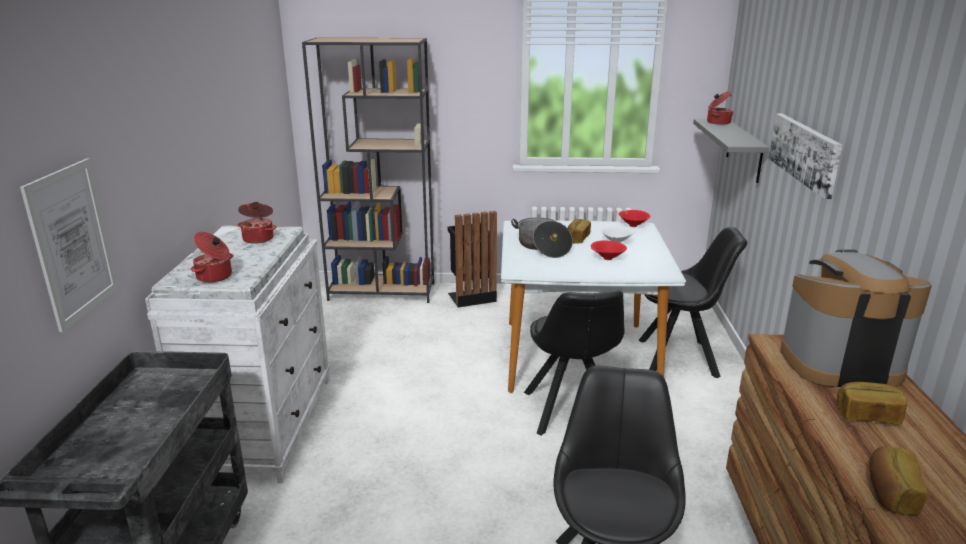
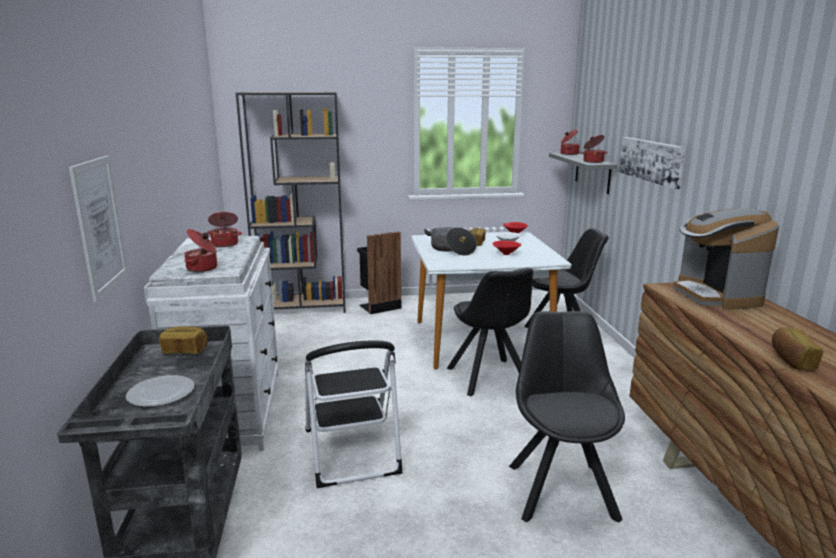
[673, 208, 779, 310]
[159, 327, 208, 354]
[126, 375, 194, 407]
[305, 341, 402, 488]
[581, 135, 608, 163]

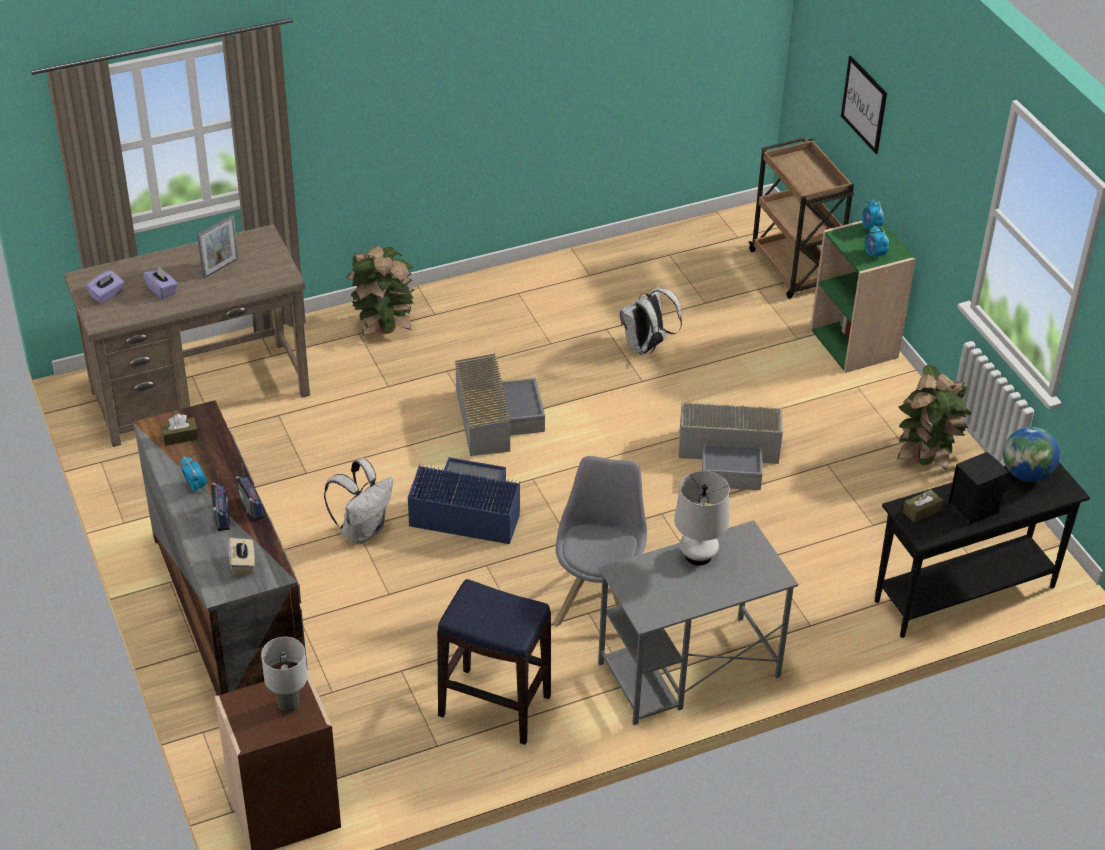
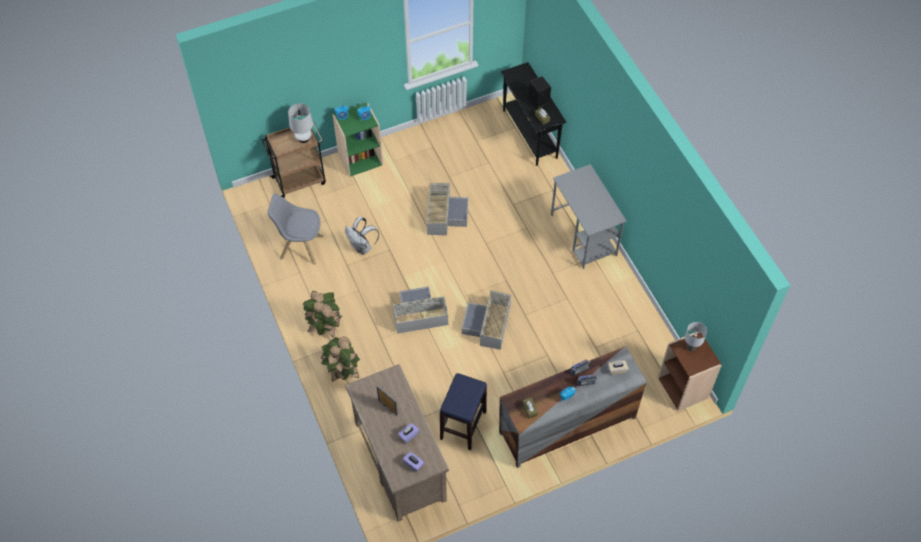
[324, 458, 393, 544] (first image)
[462, 290, 511, 350]
[440, 373, 487, 450]
[267, 194, 323, 265]
[288, 103, 313, 143]
[841, 56, 887, 154] (first image)
[303, 291, 342, 338]
[1003, 427, 1060, 482] (first image)

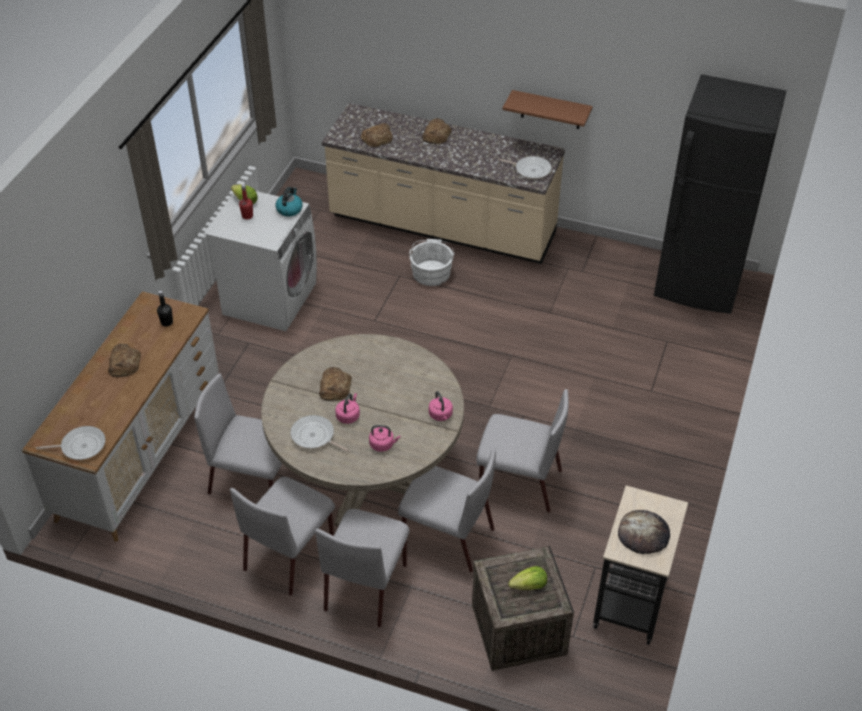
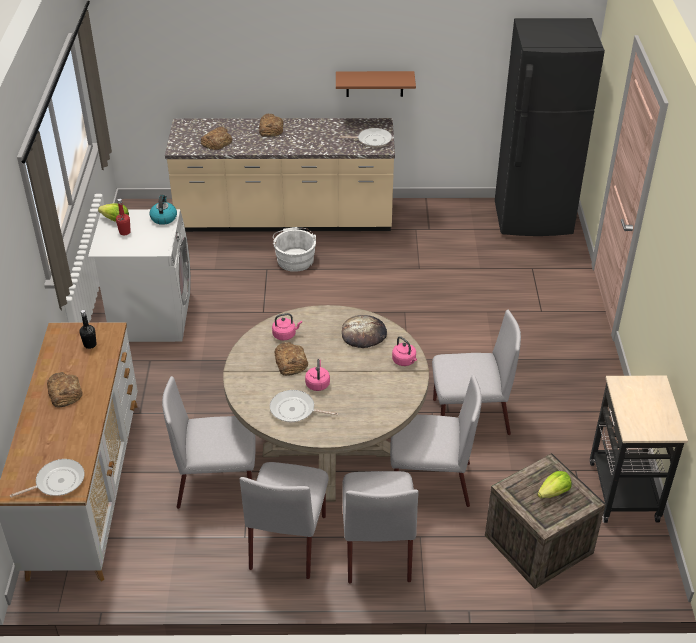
[272, 313, 302, 340]
[342, 315, 387, 348]

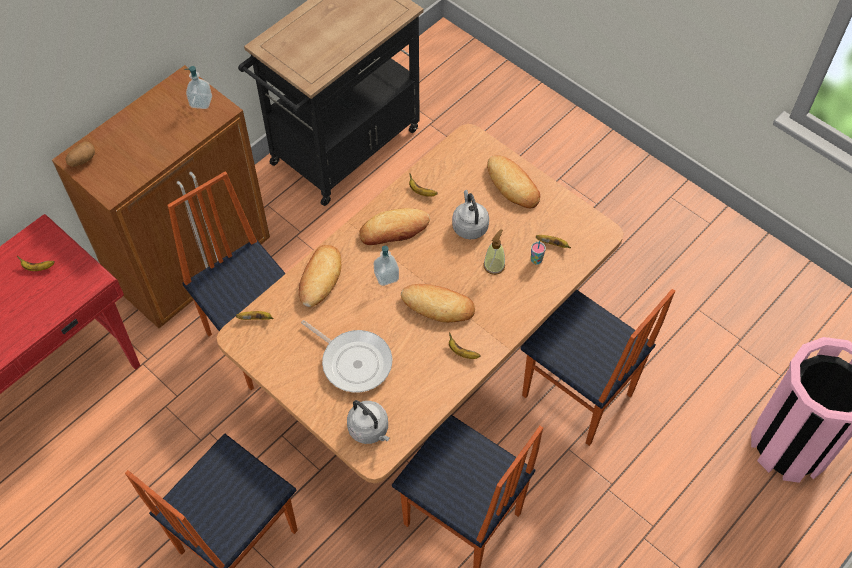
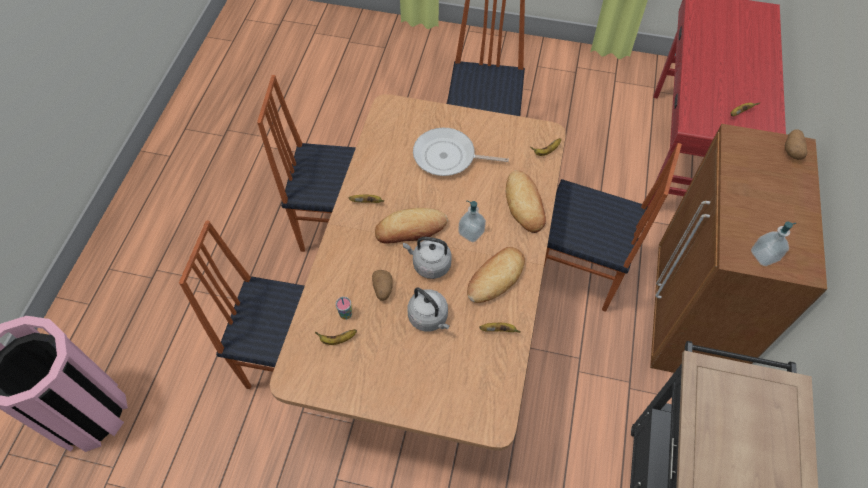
[403, 237, 452, 279]
[372, 270, 393, 301]
[487, 155, 540, 208] (first image)

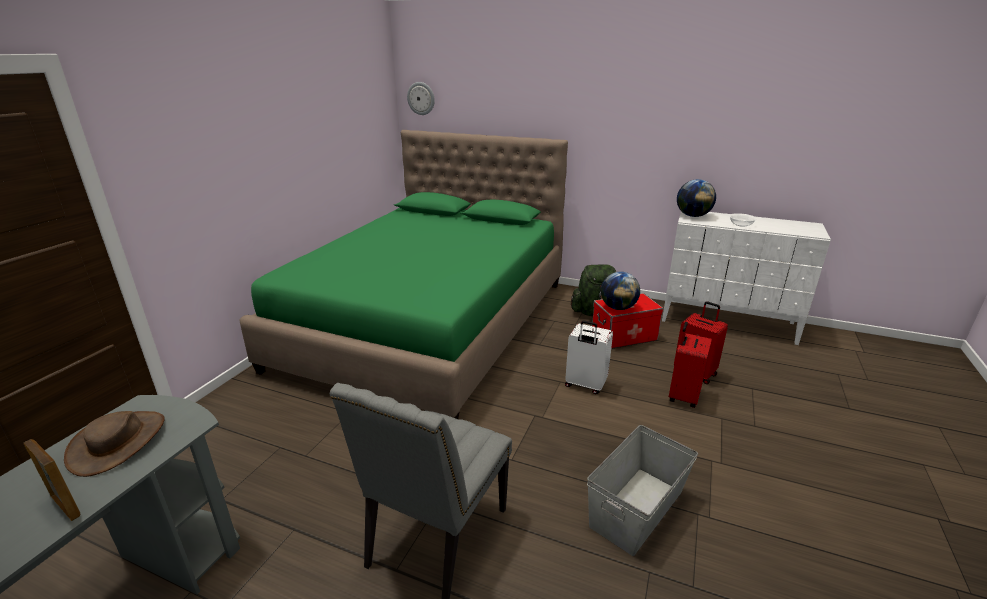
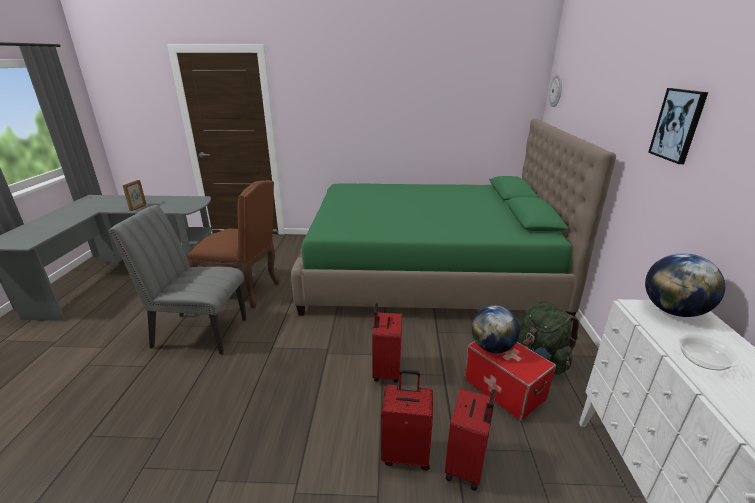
[64, 411, 165, 477] (first image)
[372, 303, 402, 383]
[587, 425, 698, 556] (first image)
[187, 180, 279, 308]
[648, 88, 708, 164]

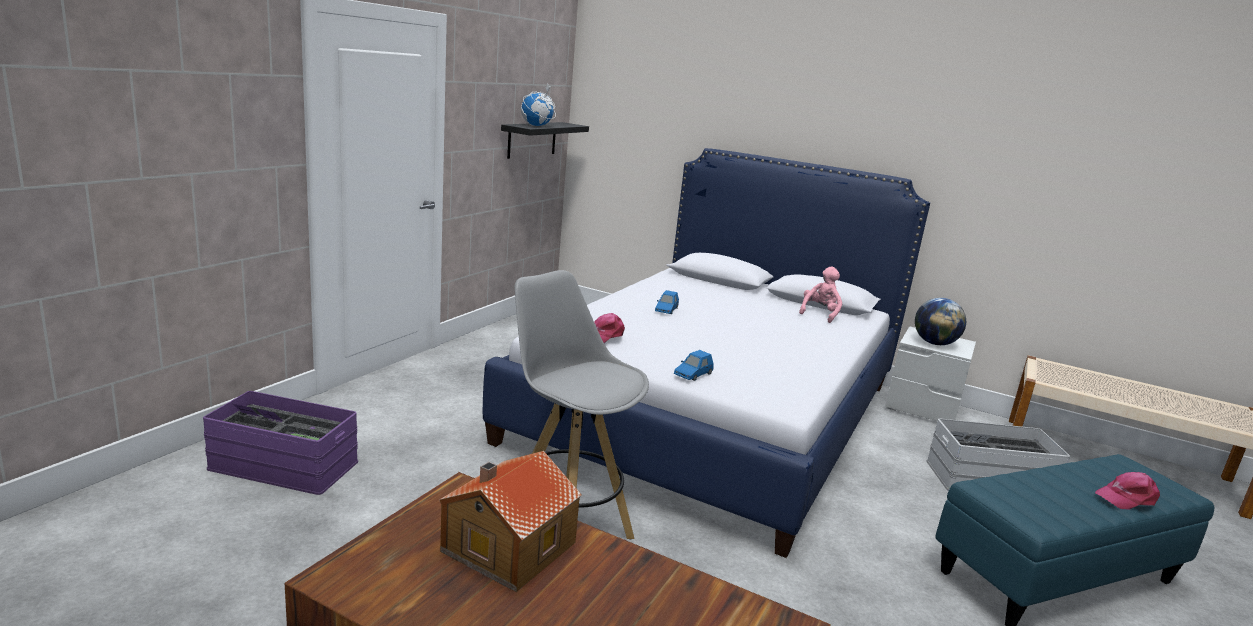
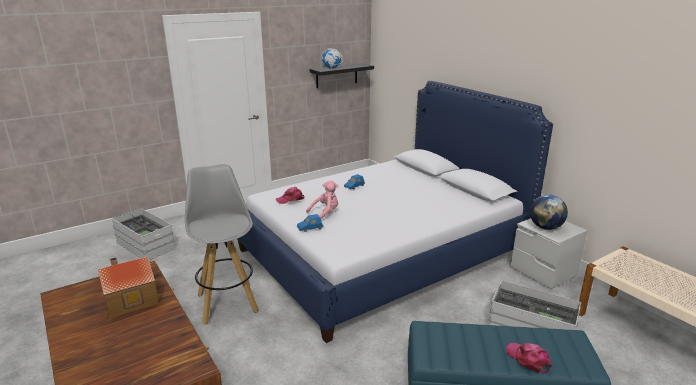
[112, 208, 176, 260]
[306, 180, 338, 219]
[506, 343, 553, 373]

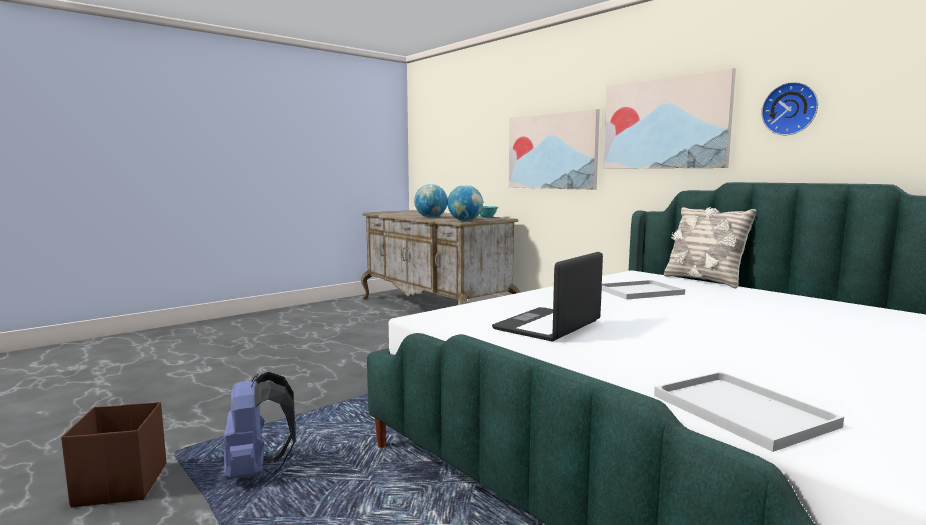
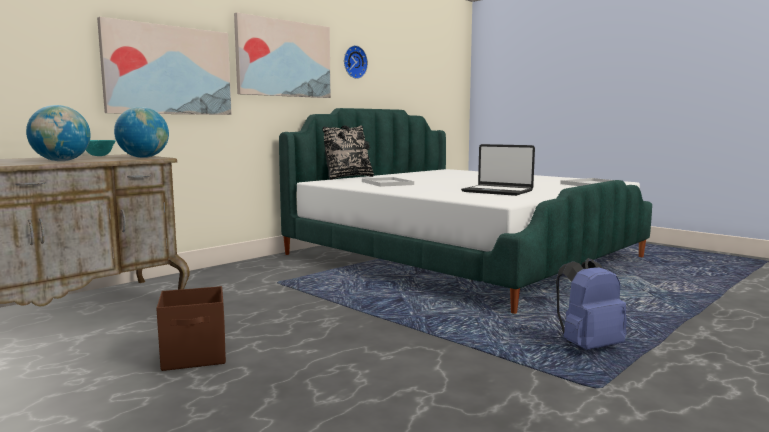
[156, 286, 226, 371]
[323, 125, 374, 180]

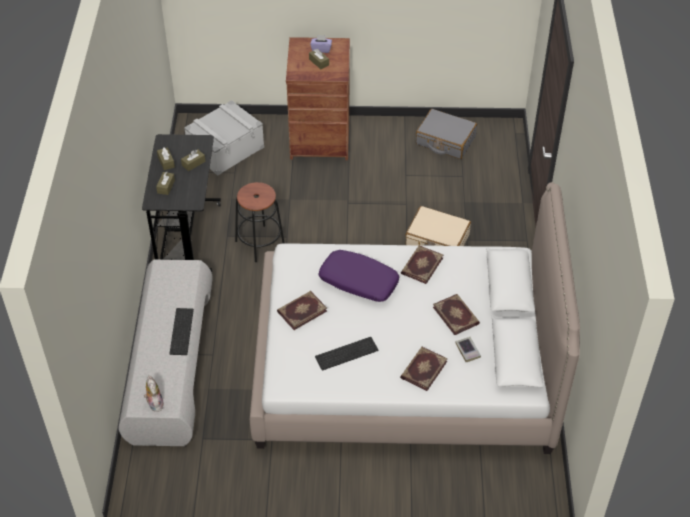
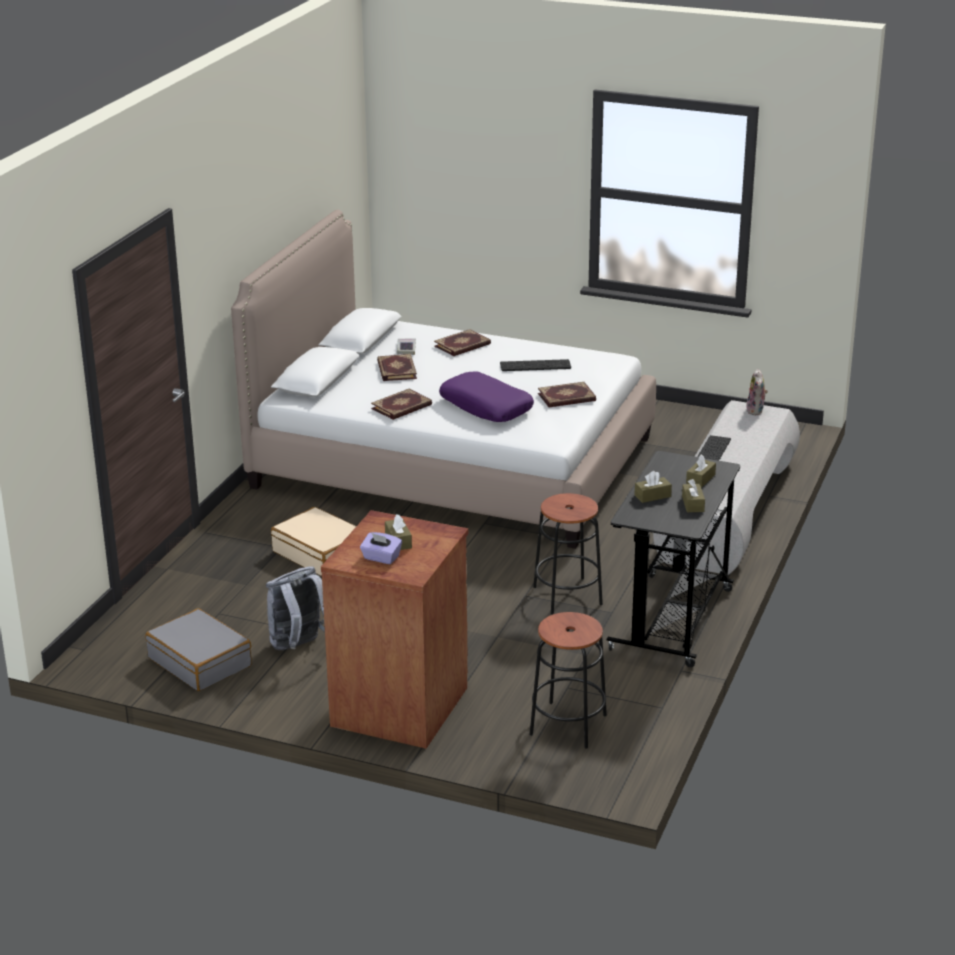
[530, 612, 607, 749]
[266, 566, 325, 650]

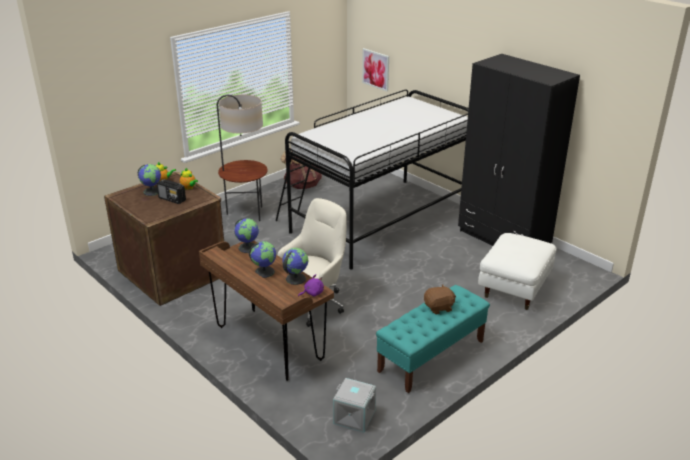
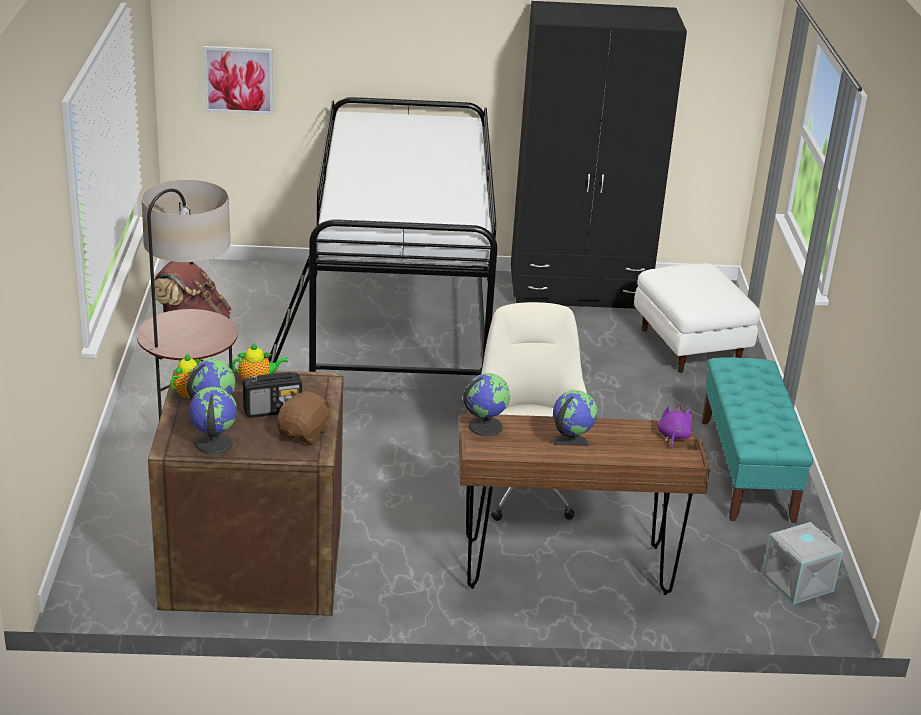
[189, 387, 237, 454]
[277, 391, 332, 444]

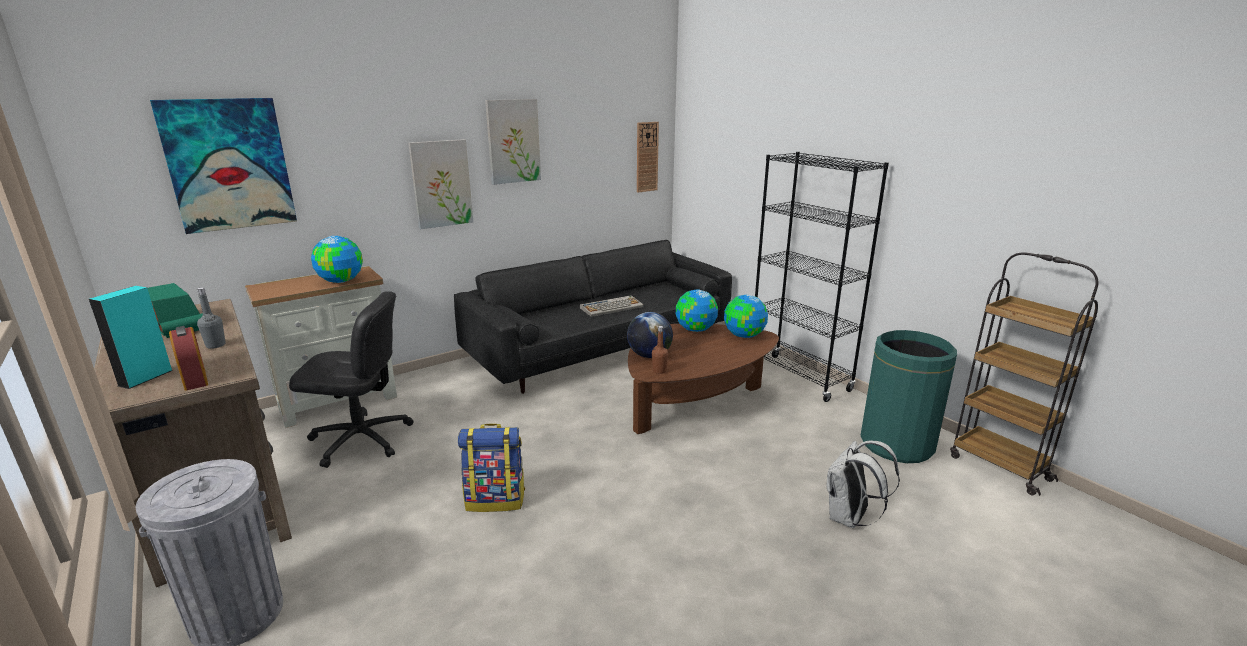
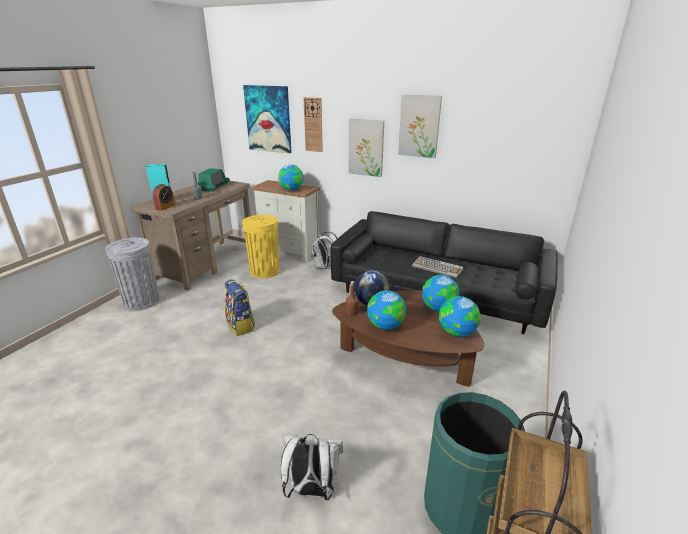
[242, 215, 280, 278]
[303, 97, 323, 152]
[755, 152, 889, 402] (first image)
[312, 231, 338, 269]
[367, 290, 407, 330]

